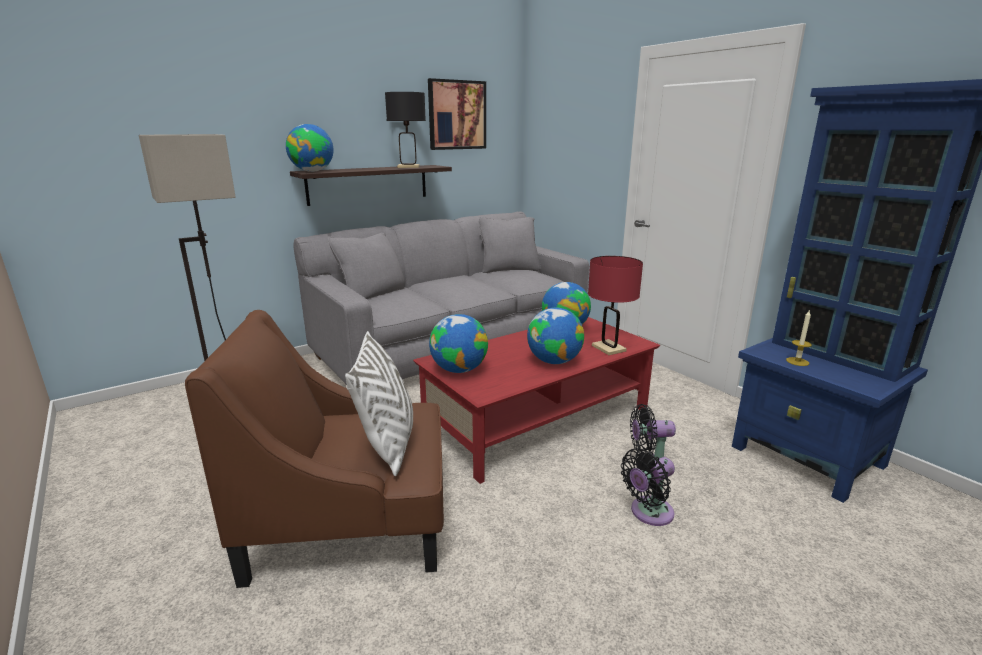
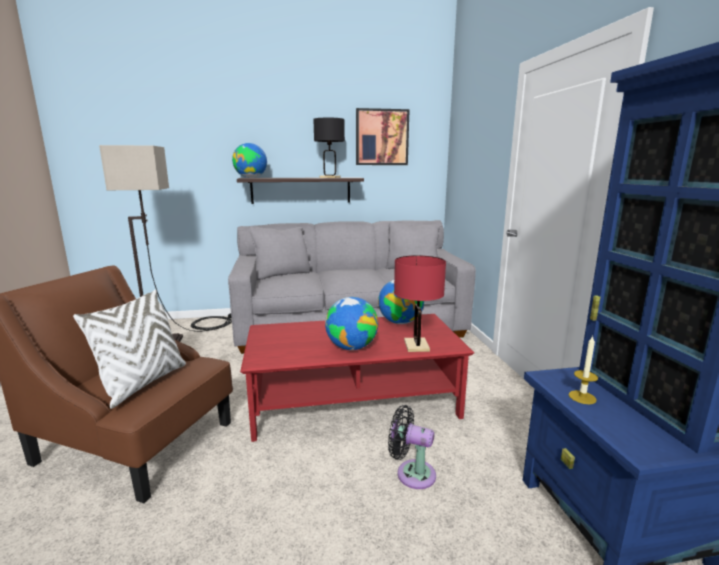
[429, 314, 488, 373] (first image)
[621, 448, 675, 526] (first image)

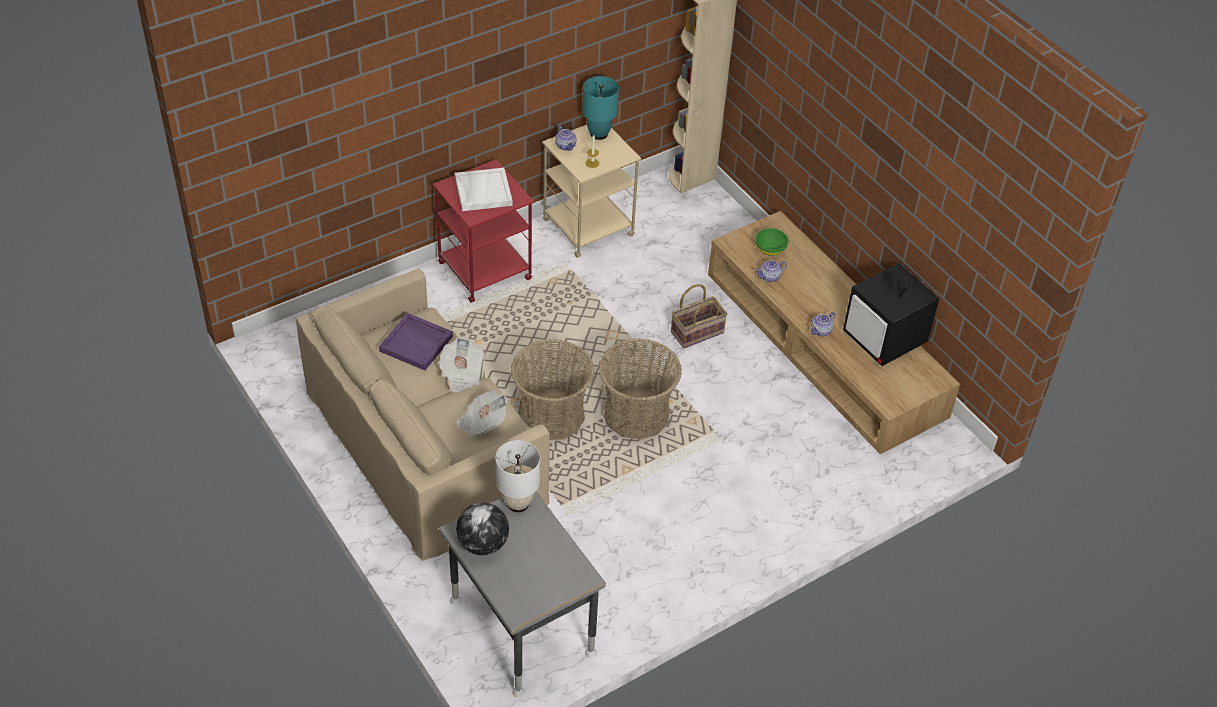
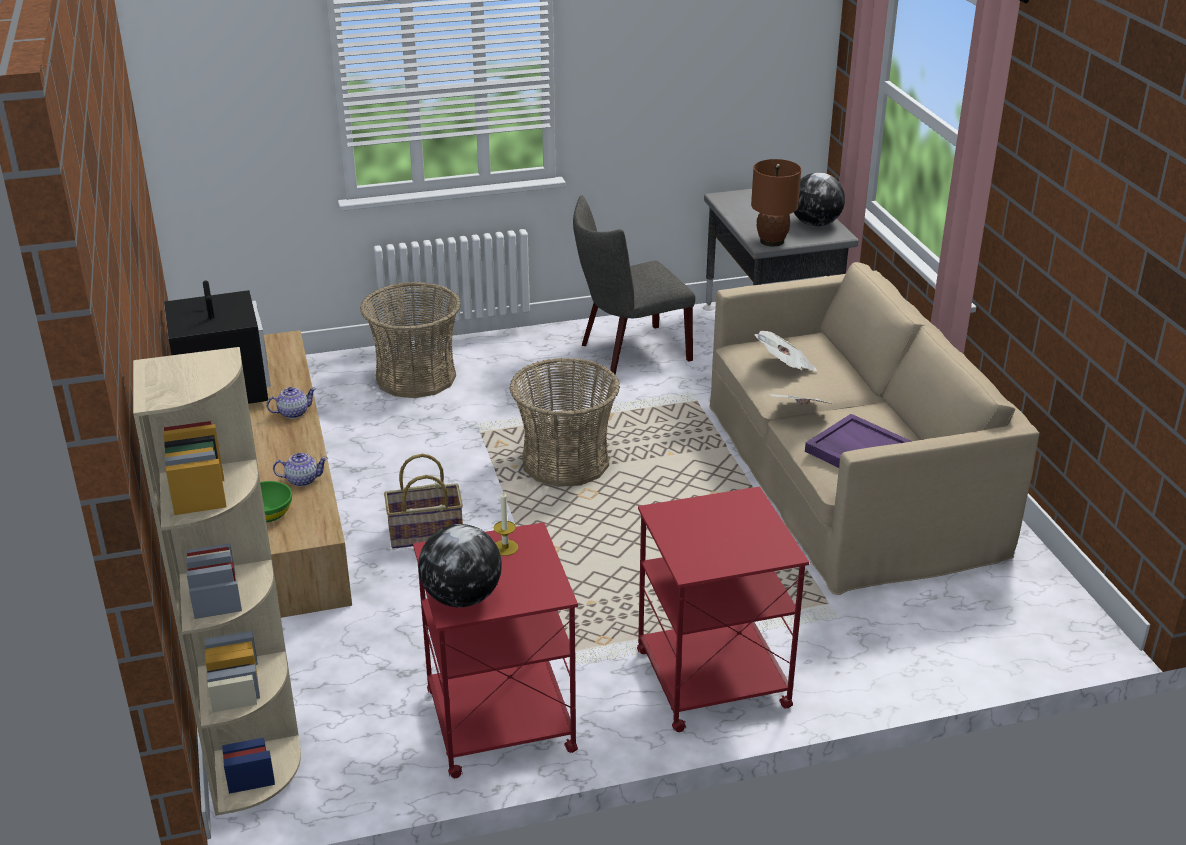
[455, 168, 513, 211] (first image)
[751, 159, 801, 246]
[360, 282, 461, 398]
[413, 522, 578, 778]
[555, 125, 577, 151] (first image)
[418, 524, 502, 607]
[573, 195, 696, 375]

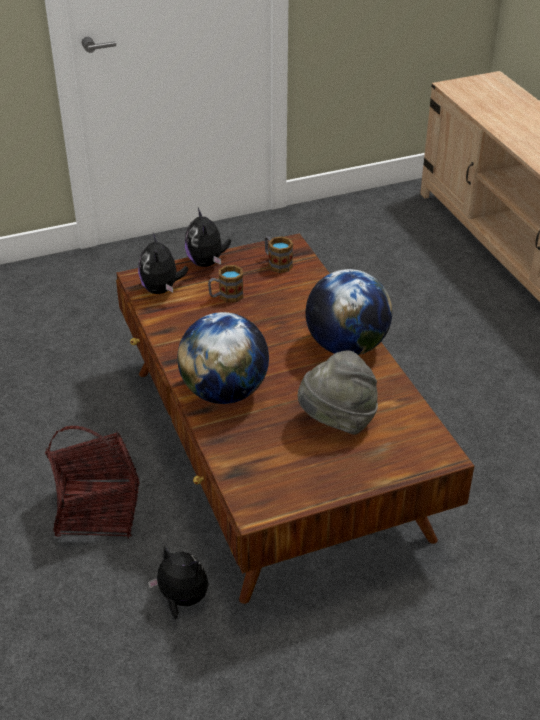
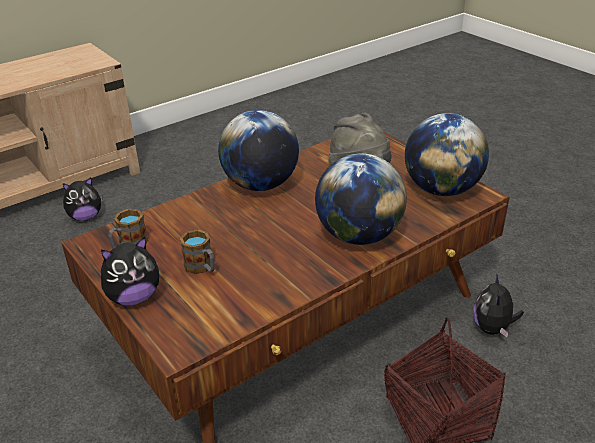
[63, 177, 102, 221]
[405, 113, 489, 196]

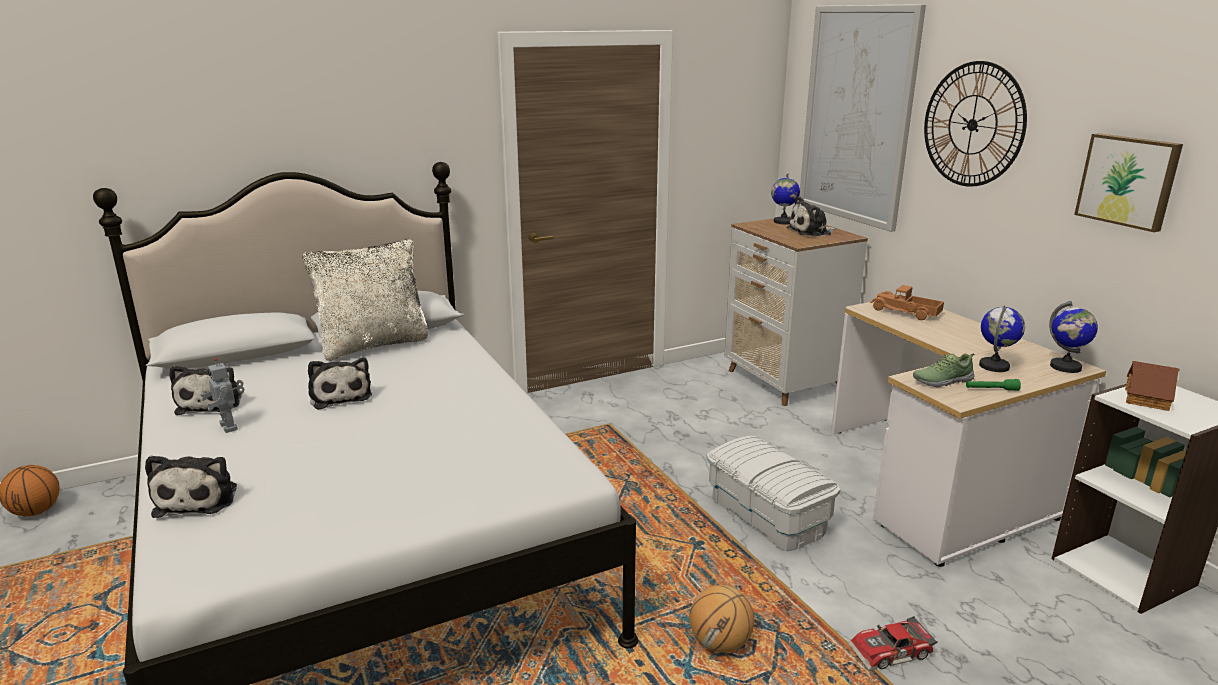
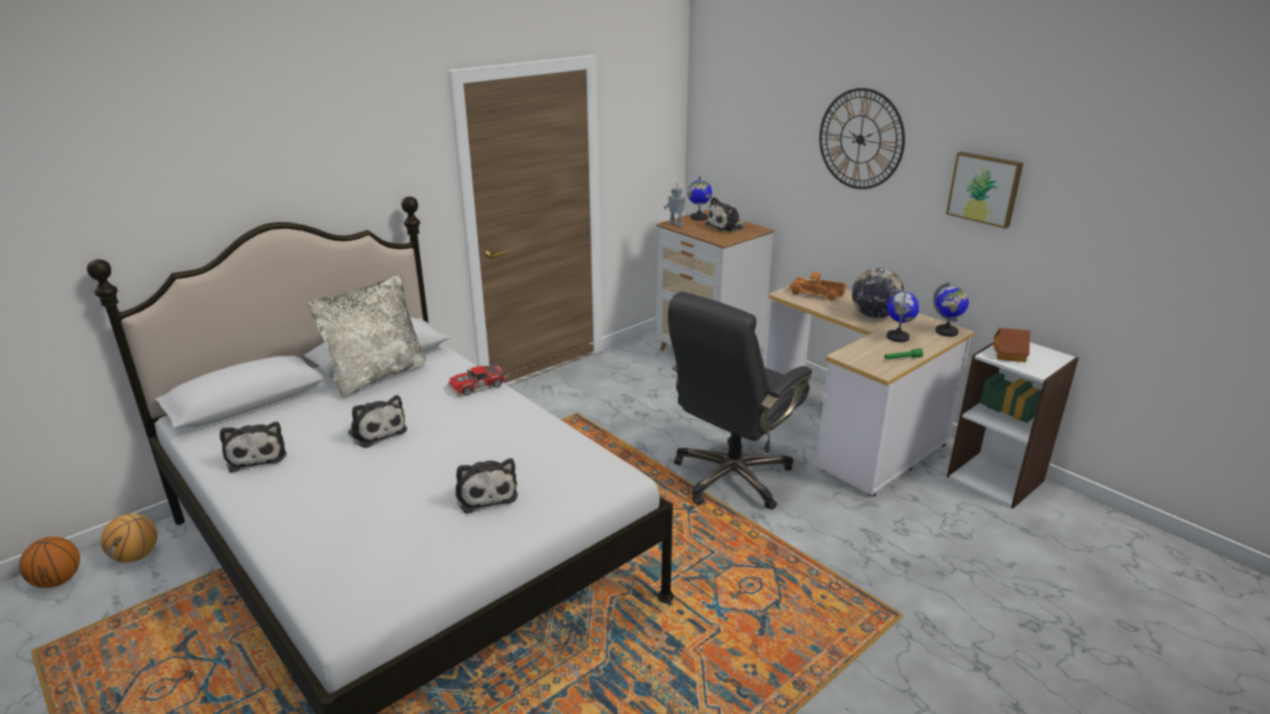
[455, 458, 518, 514]
[664, 183, 685, 227]
[101, 513, 157, 563]
[668, 292, 812, 510]
[799, 4, 926, 232] (first image)
[447, 362, 506, 397]
[913, 353, 975, 387] (first image)
[852, 268, 904, 318]

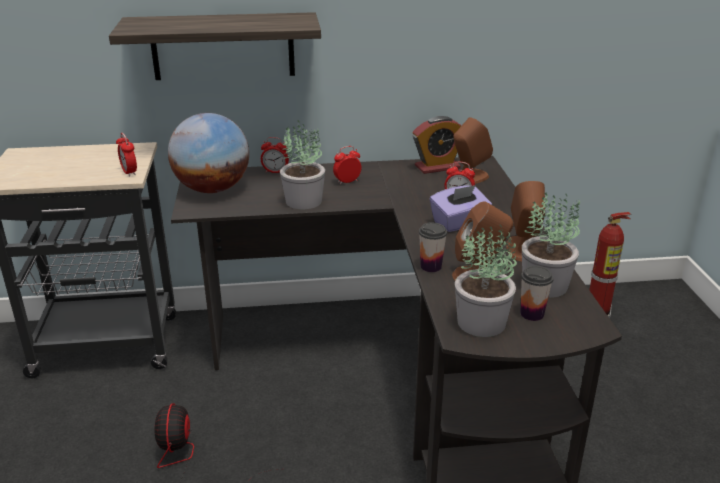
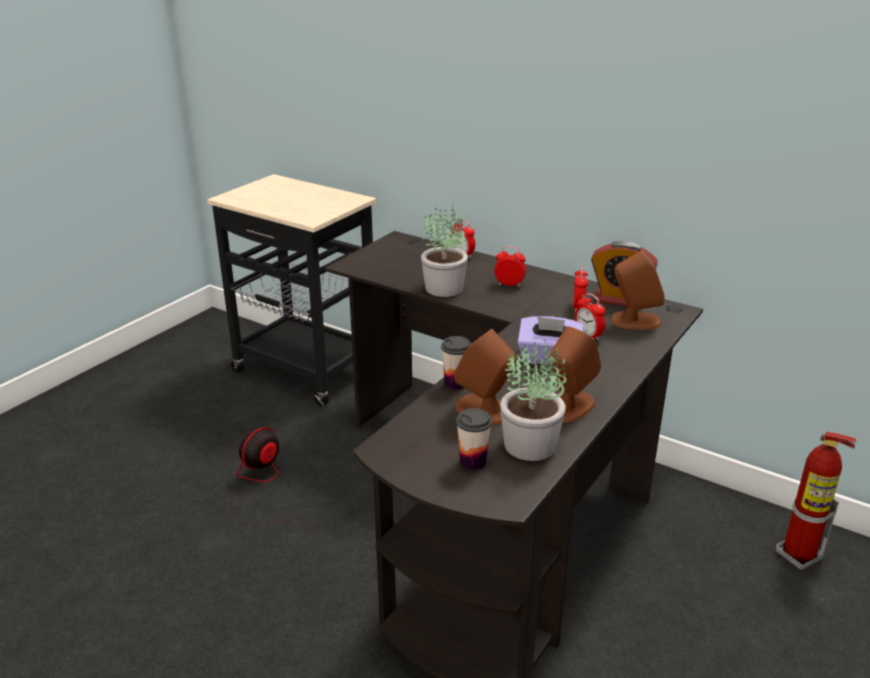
[109, 12, 321, 80] (first image)
[573, 266, 588, 312]
[168, 113, 249, 193] (first image)
[455, 225, 517, 337] (first image)

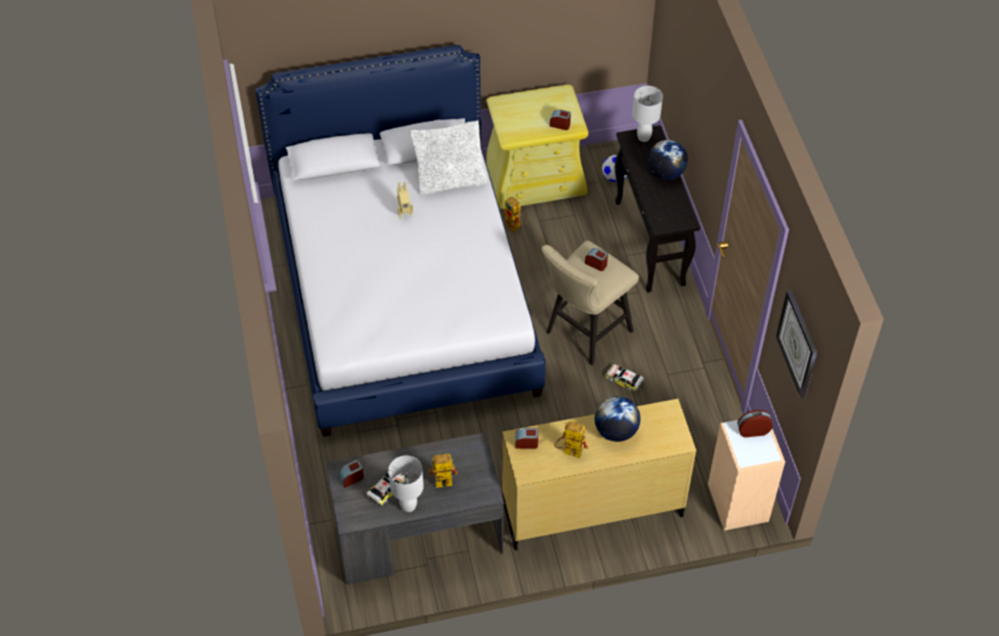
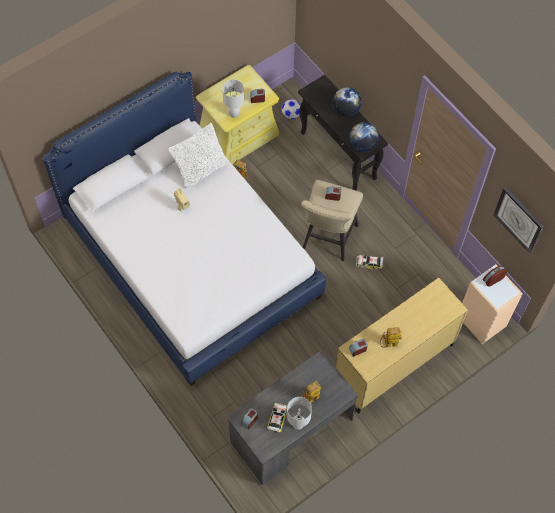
[349, 122, 379, 152]
[222, 79, 244, 118]

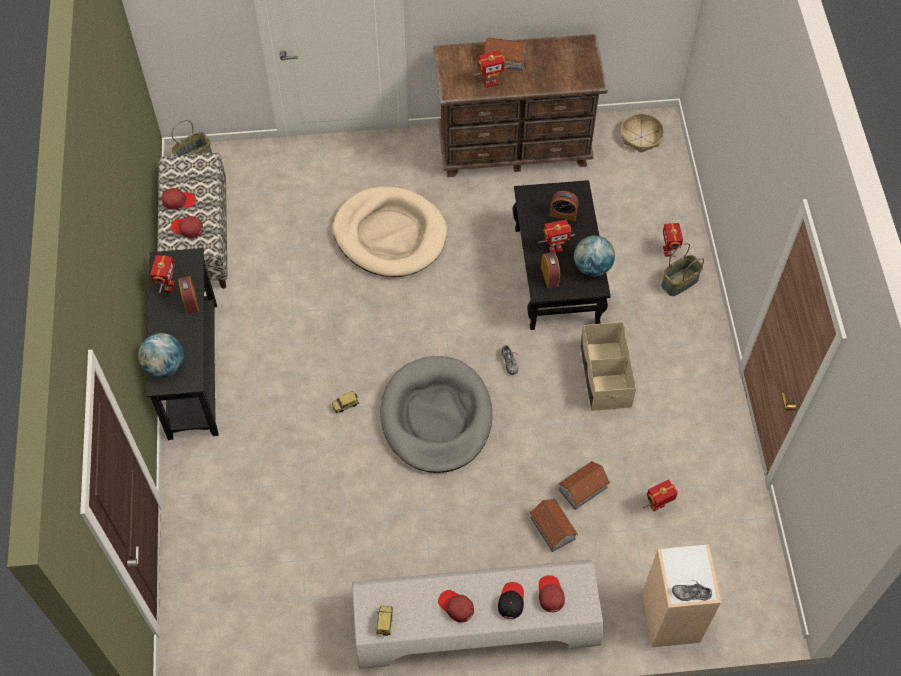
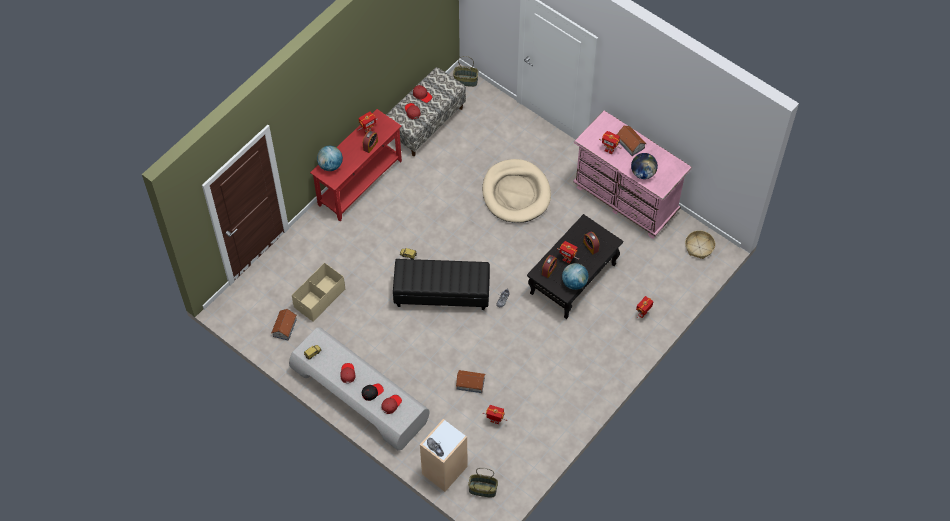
[310, 109, 402, 222]
[393, 259, 490, 310]
[573, 110, 692, 239]
[271, 309, 297, 341]
[292, 263, 345, 322]
[468, 468, 498, 498]
[631, 153, 658, 179]

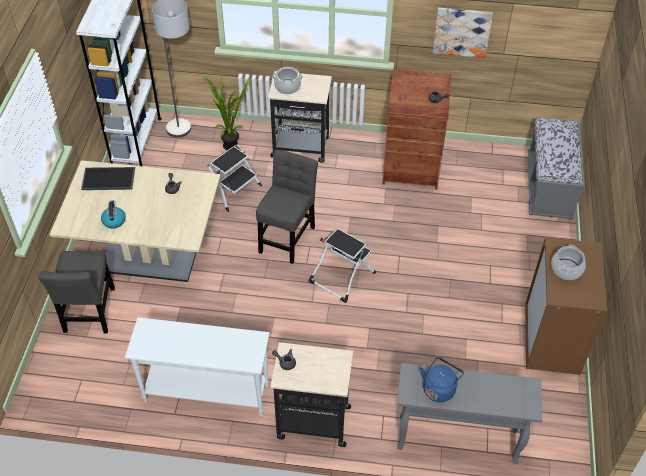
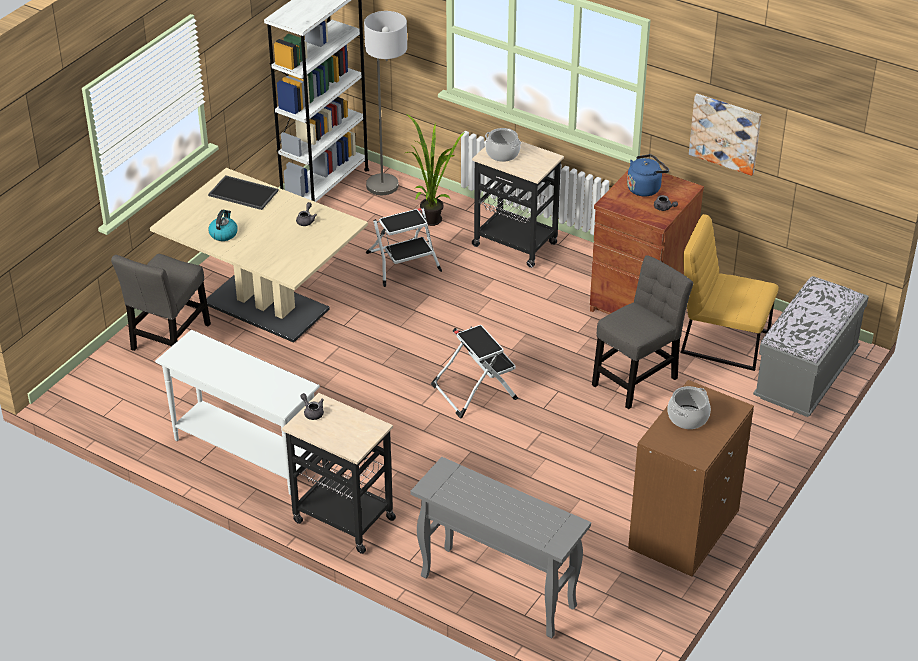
[592, 255, 693, 409]
[627, 154, 669, 196]
[681, 214, 778, 371]

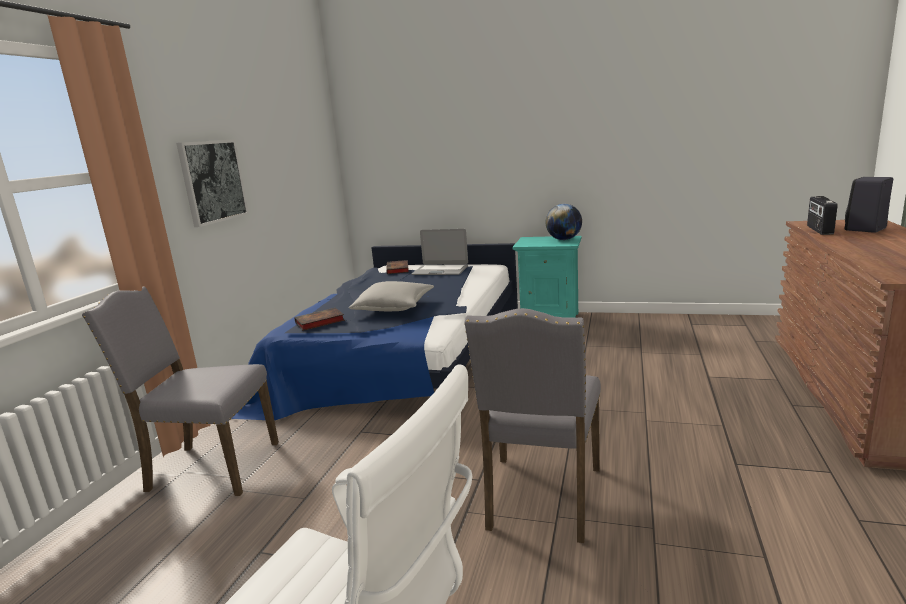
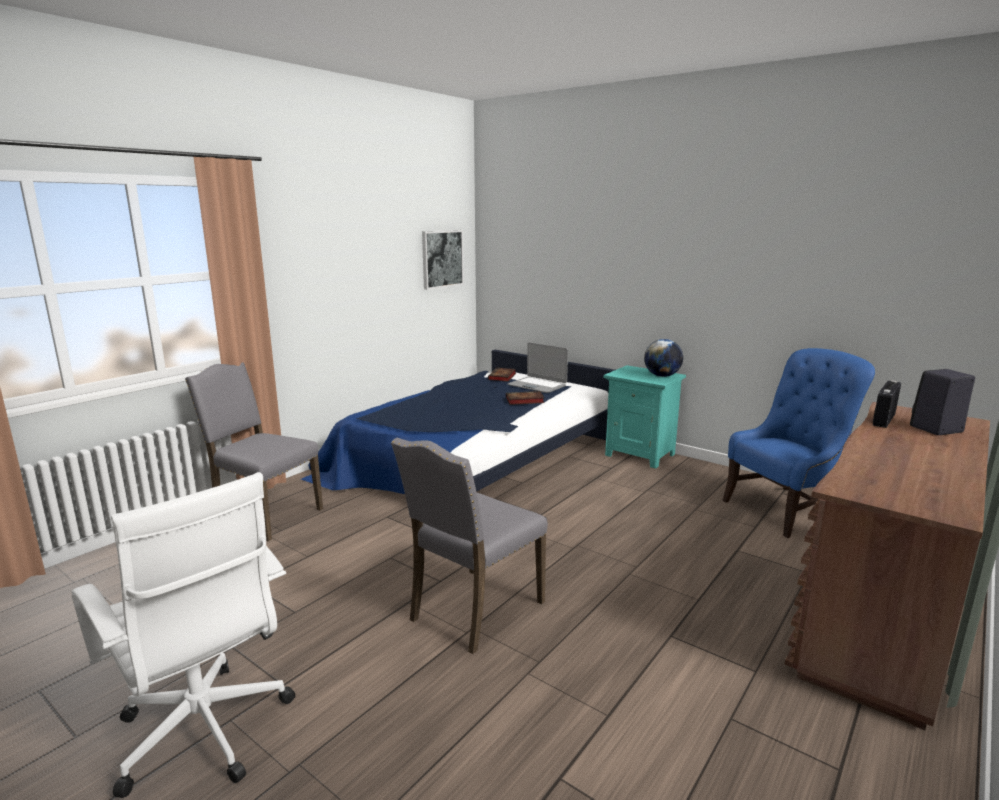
[422, 230, 464, 290]
[506, 391, 545, 405]
[349, 281, 434, 311] (first image)
[723, 348, 875, 538]

